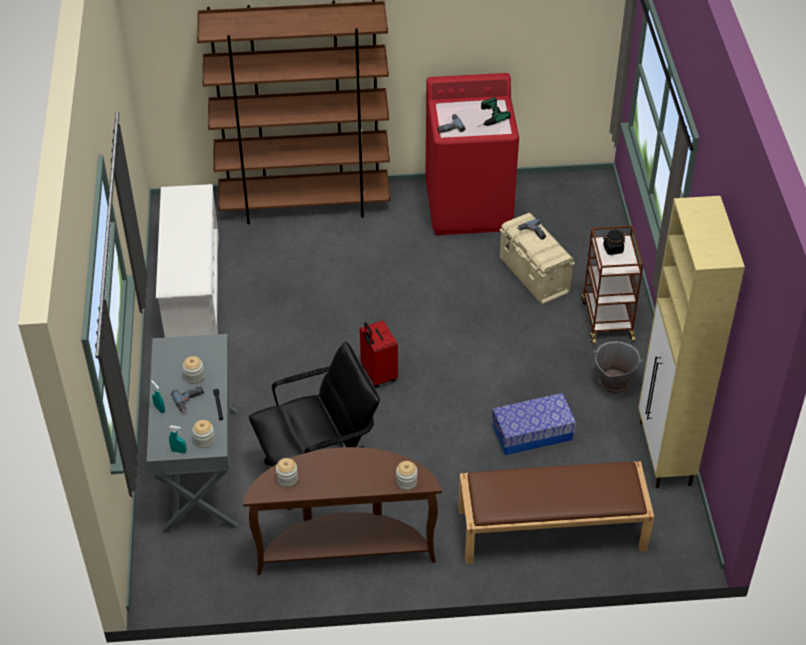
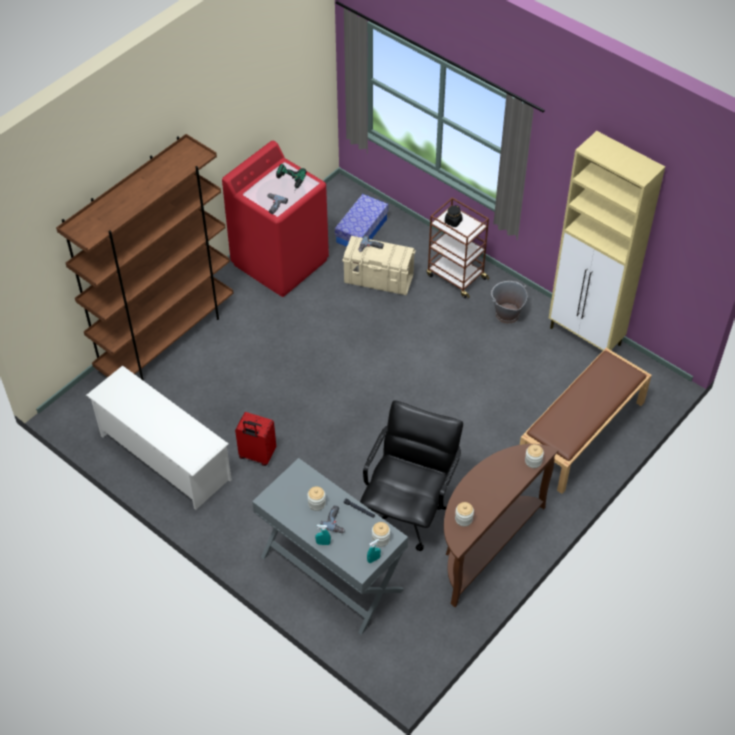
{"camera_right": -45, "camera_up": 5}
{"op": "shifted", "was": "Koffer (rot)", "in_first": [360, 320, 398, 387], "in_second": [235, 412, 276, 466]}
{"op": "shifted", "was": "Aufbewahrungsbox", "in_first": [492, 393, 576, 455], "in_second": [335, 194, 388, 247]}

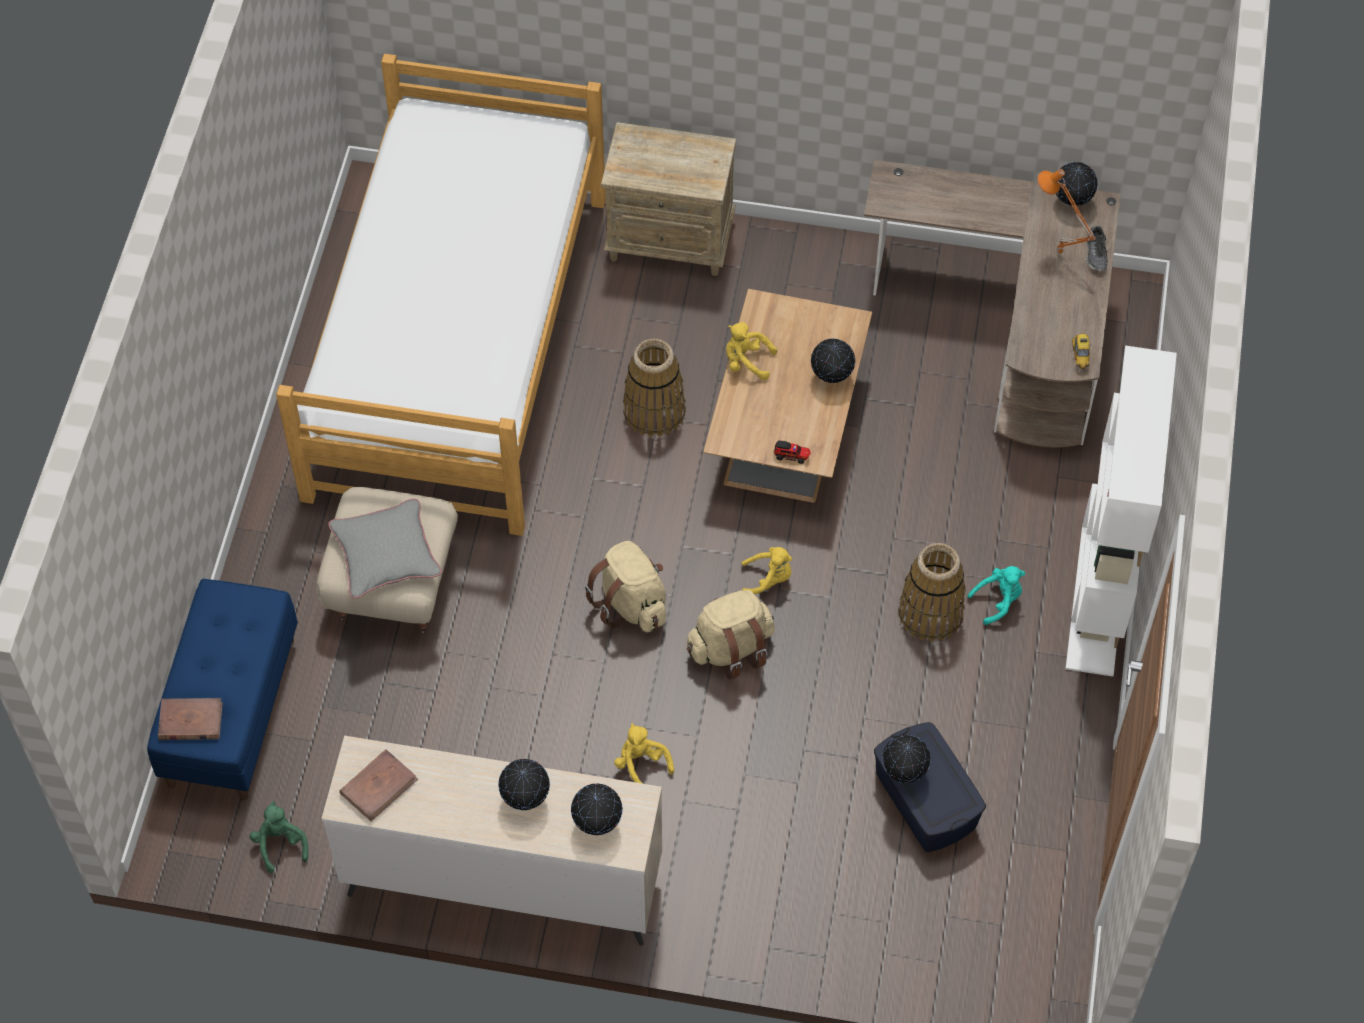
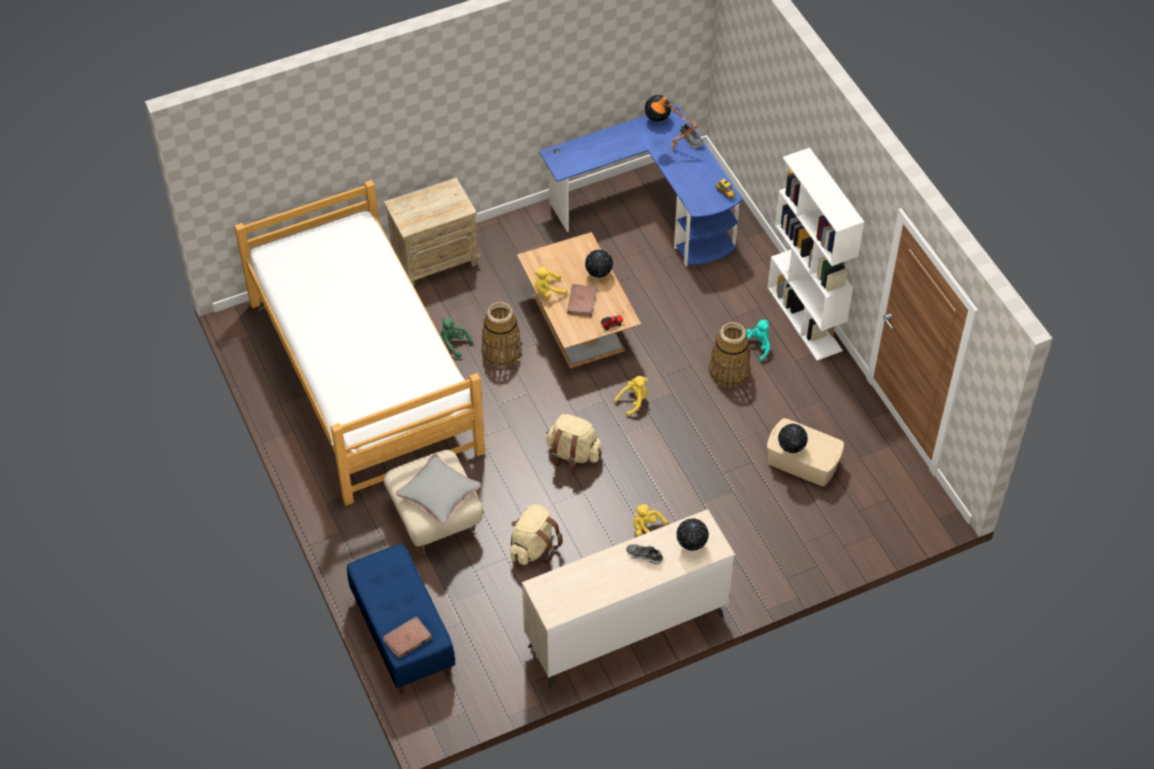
{"camera_right": -35, "camera_up": -5}
{"op": "repainted", "was": "Schreibtisch (braun)", "now": "Schreibtisch (blau)", "in_first": [864, 160, 1121, 447], "in_second": [539, 105, 743, 267]}
{"op": "shifted", "was": "Rucksack (beige)", "in_first": [687, 590, 775, 680], "in_second": [510, 504, 563, 565]}
{"op": "repainted", "was": "Aufbewahrungsbox (blau)", "now": "Aufbewahrungsbox (beige)", "in_first": [874, 722, 986, 852], "in_second": [767, 418, 844, 487]}
{"op": "shifted", "was": "Buch (braun)", "in_first": [339, 749, 418, 821], "in_second": [567, 284, 597, 317]}
{"op": "swapped", "was": "Globus", "now": "Schuh", "in_first": [498, 759, 550, 810], "in_second": [626, 544, 663, 564]}
{"op": "shifted", "was": "Plüschtier (grün)", "in_first": [250, 801, 309, 873], "in_second": [440, 318, 473, 358]}

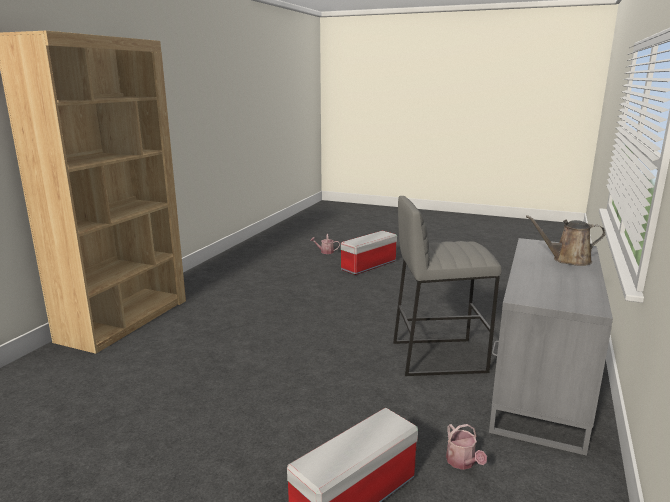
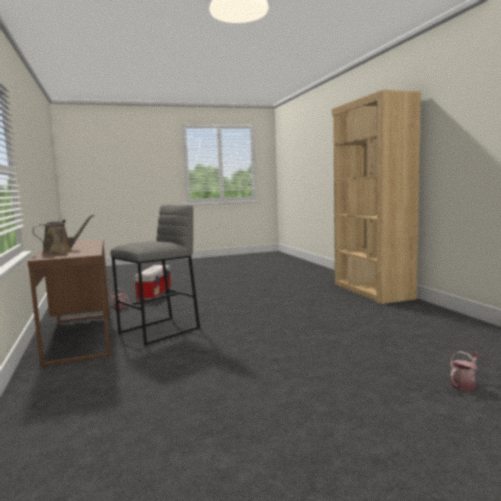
{"camera_right": 140, "camera_up": -10}
{"op": "gone", "was": "Aufbewahrungsbox", "in_first": [341, 230, 397, 275]}
{"op": "repainted", "was": "Schreibtisch (grau)", "now": "Schreibtisch (braun)", "in_first": [489, 238, 613, 456], "in_second": [27, 239, 111, 367]}

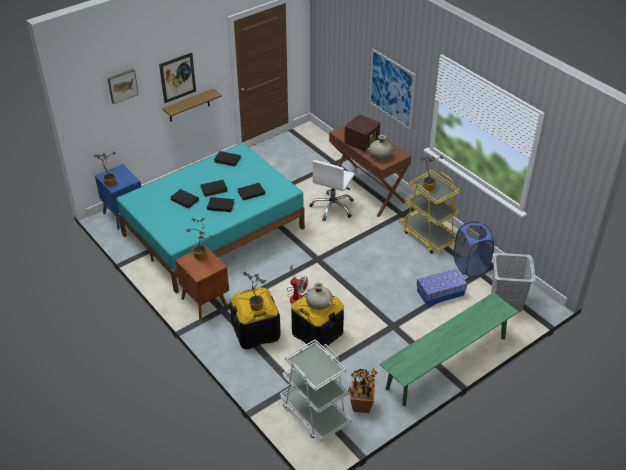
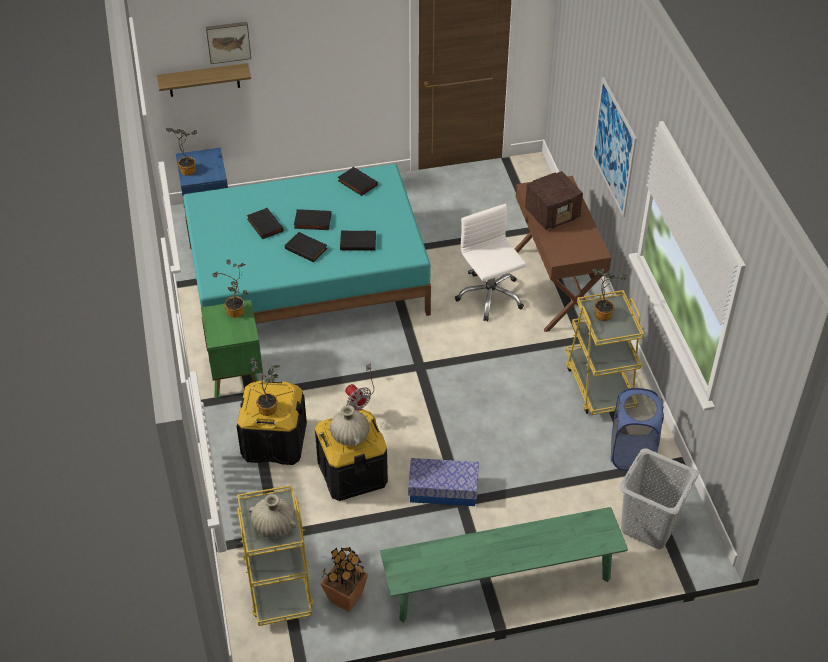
{"camera_right": 25, "camera_up": 5}
{"op": "gone", "was": "Bild", "in_first": [159, 52, 196, 103]}
{"op": "shifted", "was": "Wandregal", "in_first": [162, 88, 222, 121], "in_second": [157, 63, 251, 97]}
{"op": "shifted", "was": "Vase (beige)", "in_first": [367, 135, 395, 159], "in_second": [249, 494, 297, 538]}
{"op": "rotated", "was": "Bürostuhl (weiß)", "in_first": [309, 160, 355, 221], "in_second": [455, 204, 527, 321], "clockwise": 105}
{"op": "repainted", "was": "Nachttisch (braun)", "now": "Nachttisch (grün)", "in_first": [175, 246, 229, 319], "in_second": [201, 300, 263, 398]}
{"op": "shifted", "was": "Aufbewahrungsbox", "in_first": [417, 269, 467, 306], "in_second": [408, 458, 479, 506]}
{"op": "repainted", "was": "Rollwagen (weiß)", "now": "Rollwagen (gelb)", "in_first": [280, 339, 351, 441], "in_second": [236, 485, 314, 626]}

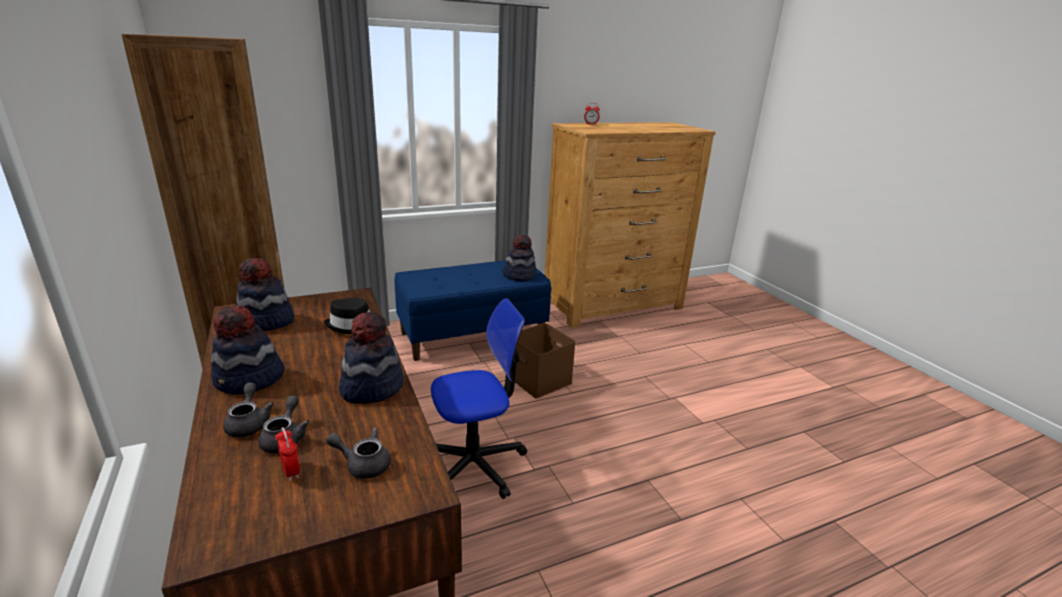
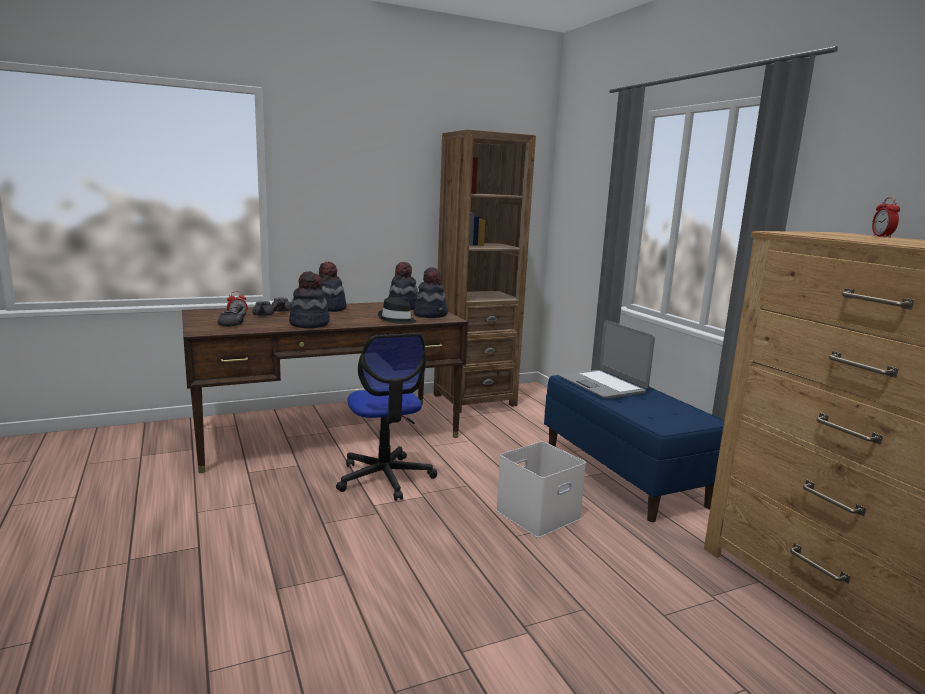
{"camera_right": 90, "camera_up": -10}
{"op": "shifted", "was": "Hut", "in_first": [502, 234, 537, 281], "in_second": [413, 267, 448, 318]}
{"op": "repainted", "was": "Aufbewahrungsbox (braun)", "now": "Aufbewahrungsbox (weiß)", "in_first": [515, 323, 576, 399], "in_second": [496, 441, 586, 538]}
{"op": "new", "now": "Laptop", "in_second": [559, 320, 655, 398]}

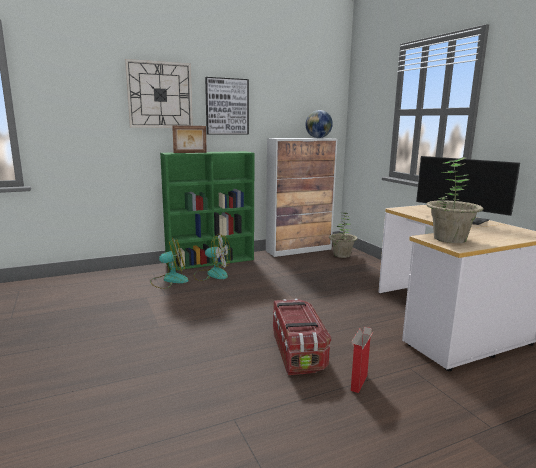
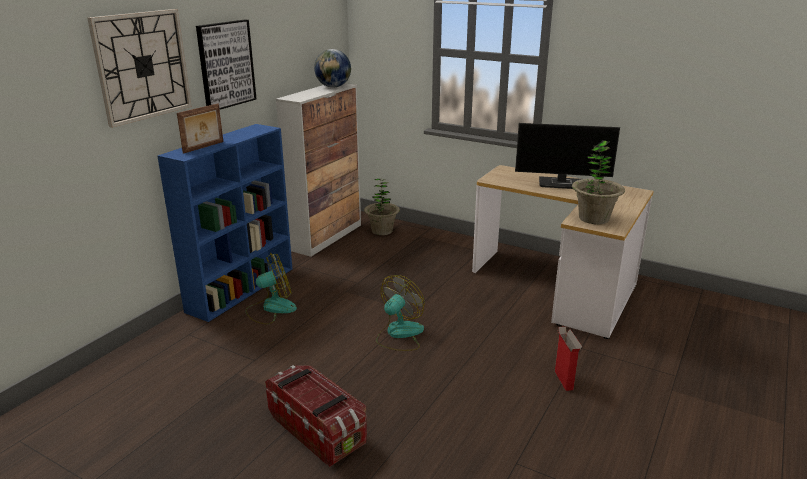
{"camera_right": -35, "camera_up": 10}
{"op": "repainted", "was": "Bücherregal (grün)", "now": "Bücherregal (blau)", "in_first": [160, 151, 255, 270], "in_second": [157, 124, 292, 322]}
{"op": "shifted", "was": "Ventilator", "in_first": [150, 238, 188, 289], "in_second": [376, 275, 425, 351]}
{"op": "shifted", "was": "Aufbewahrungsbox", "in_first": [273, 298, 331, 375], "in_second": [265, 365, 367, 467]}

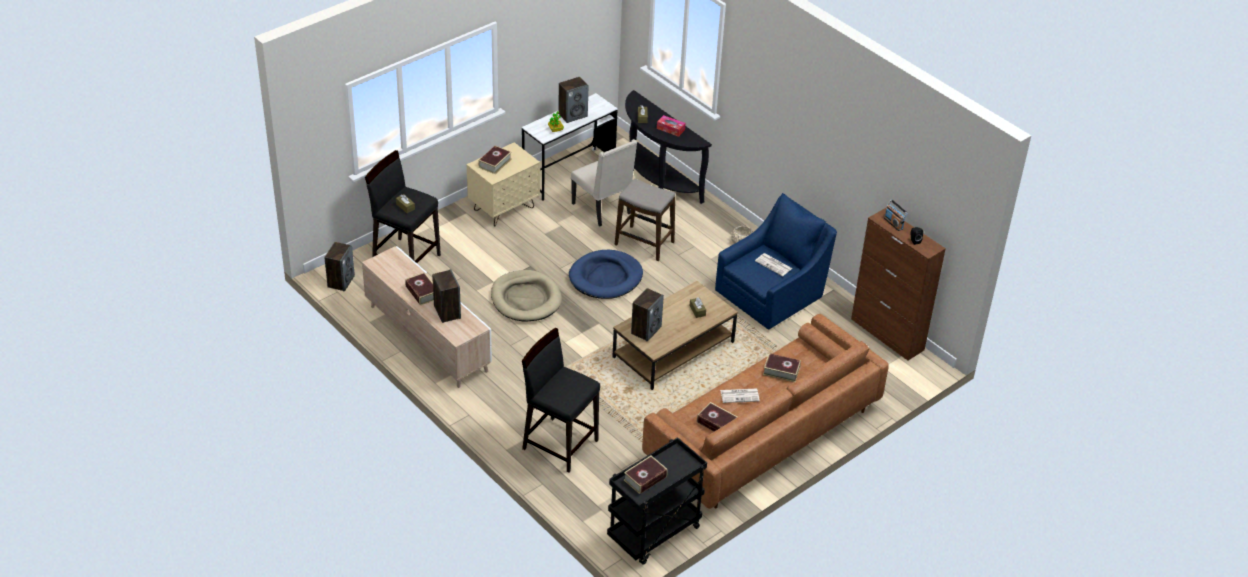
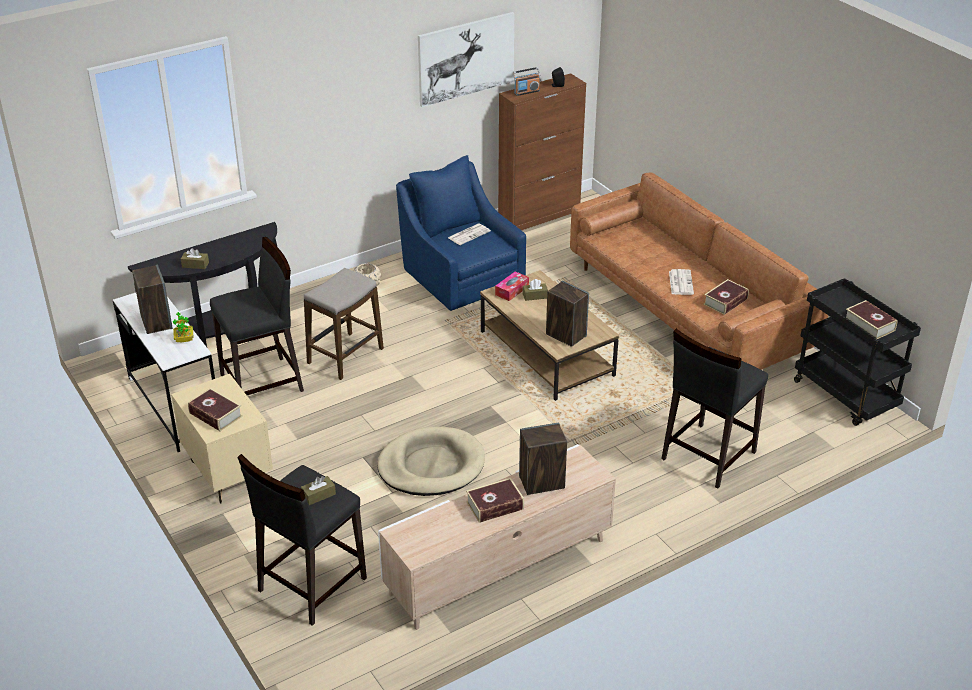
{"camera_right": -80, "camera_up": -5}
{"op": "shifted", "was": "Taschentuchbox", "in_first": [657, 115, 686, 137], "in_second": [495, 271, 529, 301]}
{"op": "swapped", "was": "Stuhl (beige)", "now": "Hocker (schwarz)", "in_first": [571, 139, 637, 227], "in_second": [210, 237, 304, 395]}
{"op": "gone", "was": "Lautsprecher", "in_first": [324, 242, 355, 292]}
{"op": "gone", "was": "Hundebett (blau)", "in_first": [569, 250, 643, 299]}
{"op": "gone", "was": "Buch", "in_first": [763, 353, 801, 382]}
{"op": "new", "now": "Bild", "in_second": [418, 12, 514, 107]}

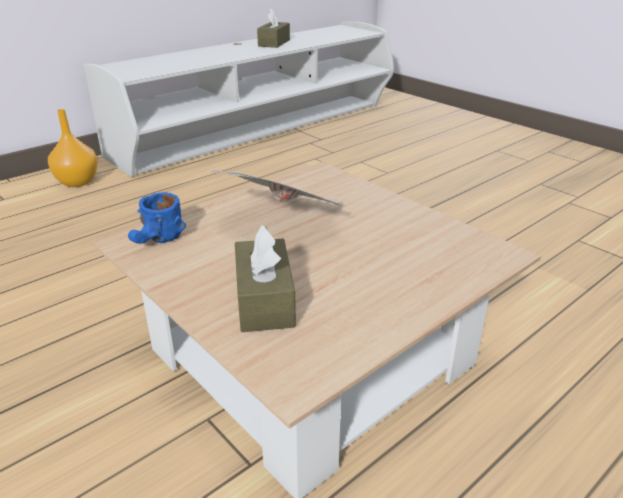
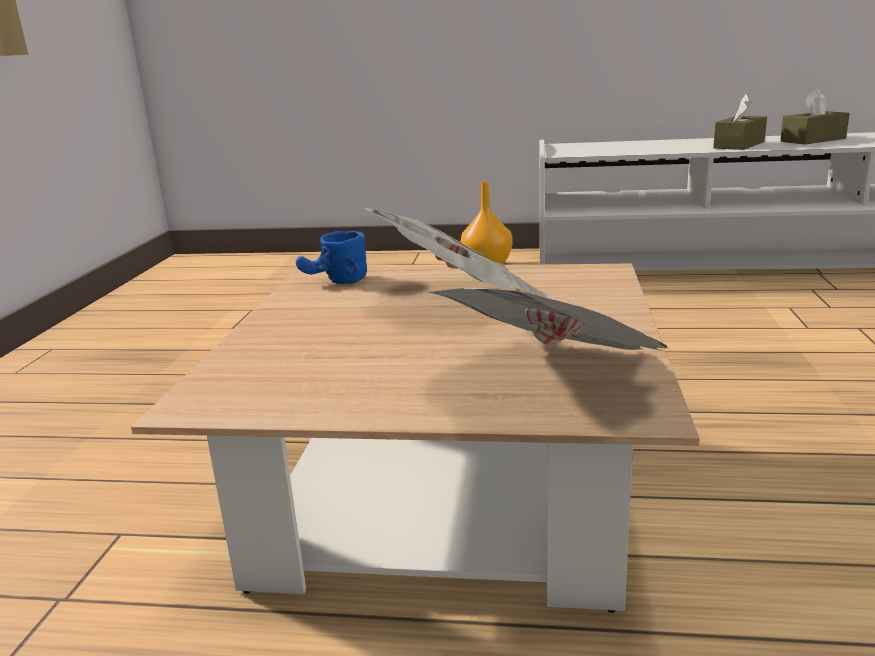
{"camera_right": 50, "camera_up": -10}
{"op": "shifted", "was": "Taschentuchbox (braun)", "in_first": [235, 225, 296, 332], "in_second": [713, 94, 767, 150]}
{"op": "new", "now": "Zeitung", "in_second": [427, 288, 668, 351]}

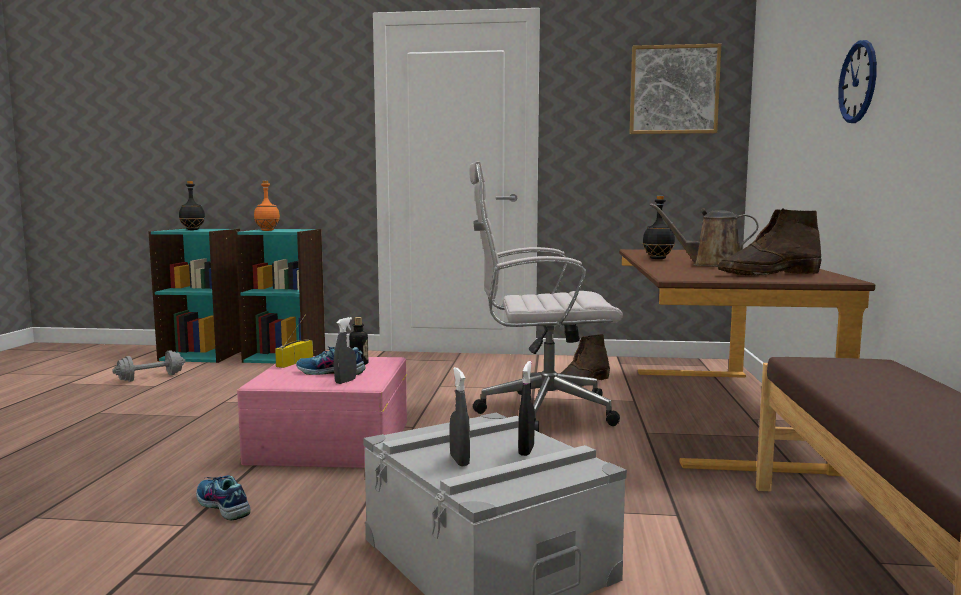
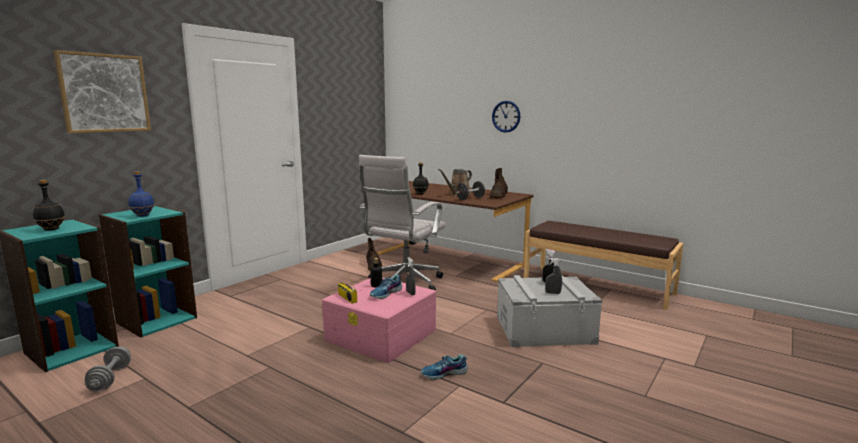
{"camera_right": -60, "camera_up": 5}
{"op": "shifted", "was": "Bild", "in_first": [630, 44, 721, 134], "in_second": [53, 50, 151, 133]}
{"op": "repainted", "was": "Flasche (orange)", "now": "Flasche (blau)", "in_first": [254, 181, 280, 231], "in_second": [129, 172, 154, 217]}
{"op": "new", "now": "Hantel (schwarz)", "in_second": [456, 181, 485, 200]}

